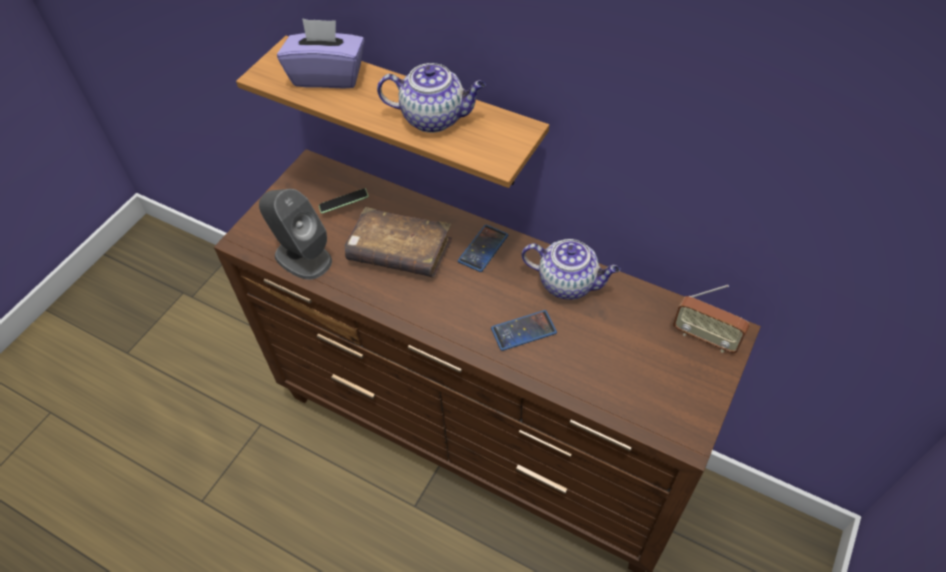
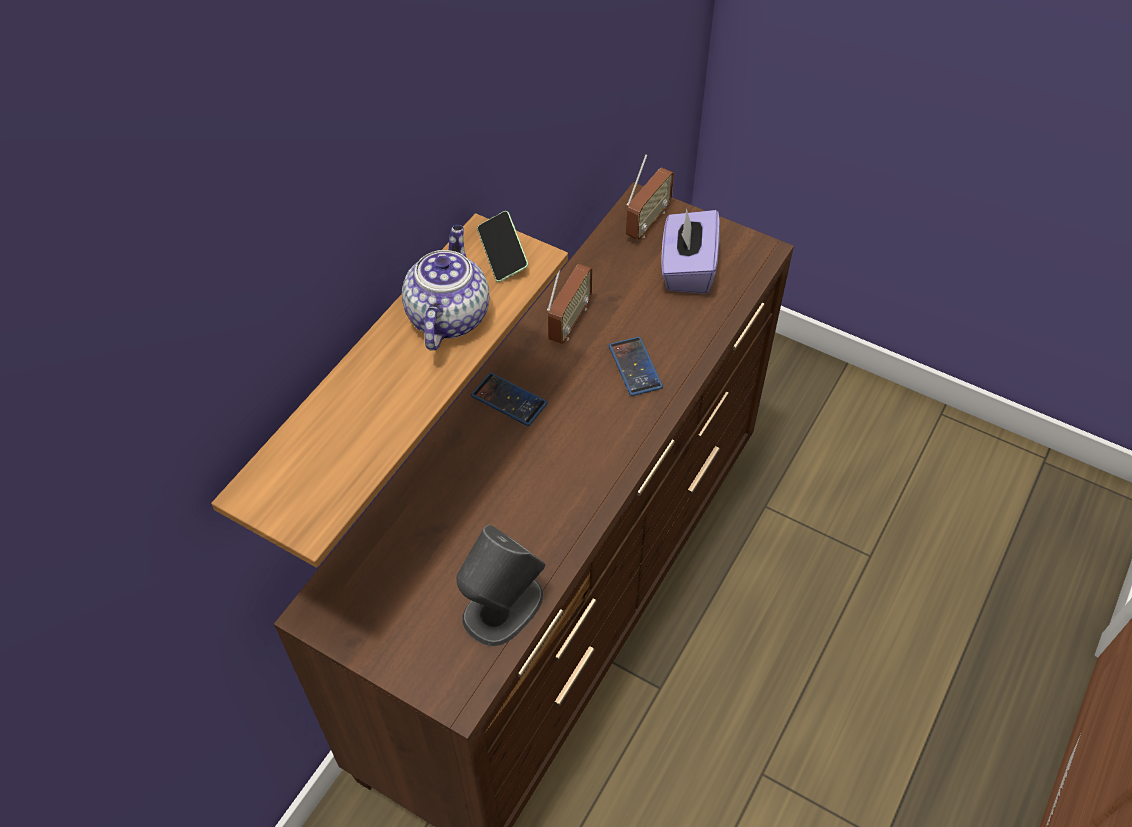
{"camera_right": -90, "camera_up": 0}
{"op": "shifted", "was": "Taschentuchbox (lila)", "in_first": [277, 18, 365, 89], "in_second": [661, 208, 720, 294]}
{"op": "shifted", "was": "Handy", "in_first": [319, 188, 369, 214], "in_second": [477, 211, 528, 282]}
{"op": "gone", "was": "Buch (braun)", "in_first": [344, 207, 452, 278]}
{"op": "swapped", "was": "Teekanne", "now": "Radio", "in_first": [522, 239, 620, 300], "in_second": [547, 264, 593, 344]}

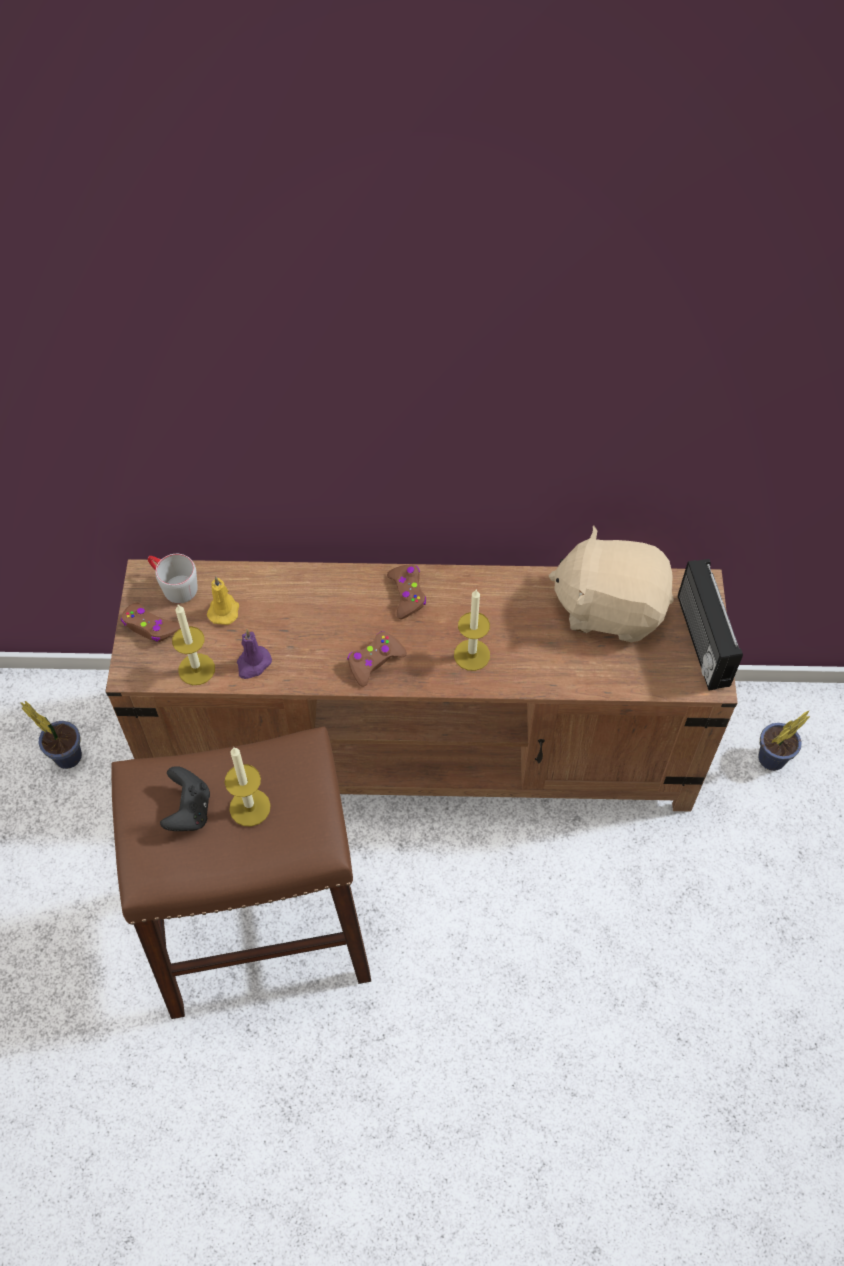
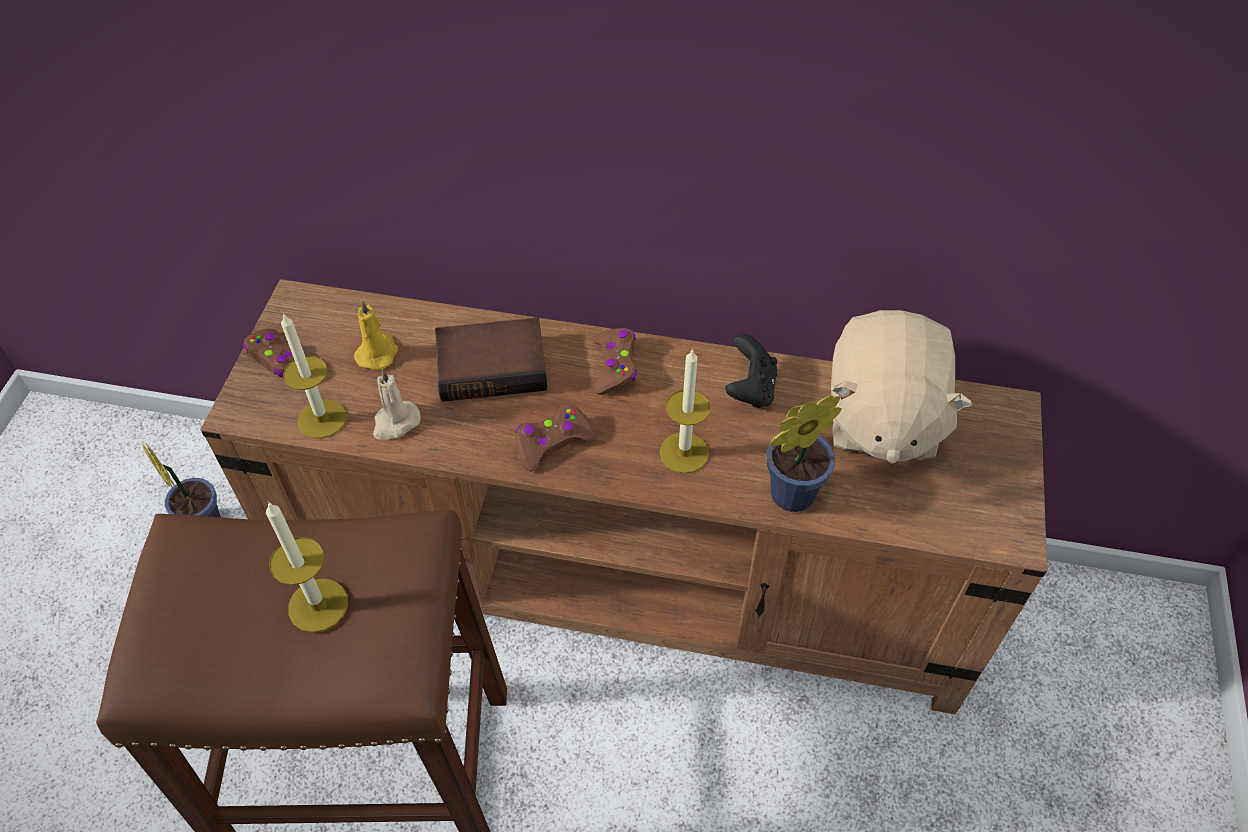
{"camera_right": 10, "camera_up": -5}
{"op": "rotated", "was": "Plüschtier (beige)", "in_first": [549, 526, 674, 642], "in_second": [831, 310, 973, 464], "clockwise": -105}
{"op": "gone", "was": "Henkelbecher (grau)", "in_first": [148, 554, 198, 603]}
{"op": "gone", "was": "Radio", "in_first": [678, 559, 743, 690]}
{"op": "repainted", "was": "Kerze (lila)", "now": "Kerze (beige)", "in_first": [237, 629, 272, 679], "in_second": [373, 368, 421, 440]}
{"op": "shifted", "was": "Topfpflanze", "in_first": [758, 710, 810, 771], "in_second": [767, 395, 842, 512]}
{"op": "shifted", "was": "Gamepad (schwarz)", "in_first": [160, 766, 210, 831], "in_second": [725, 334, 777, 409]}
{"op": "new", "now": "Buch", "in_second": [435, 318, 547, 402]}

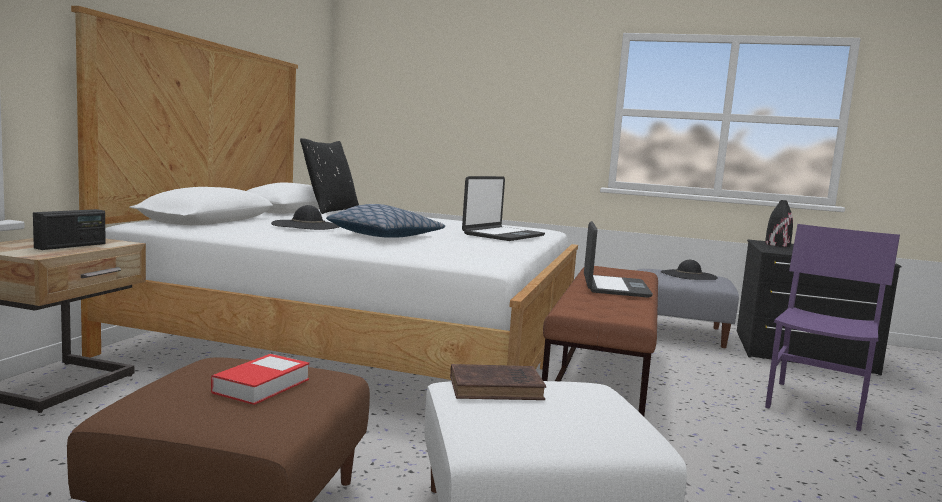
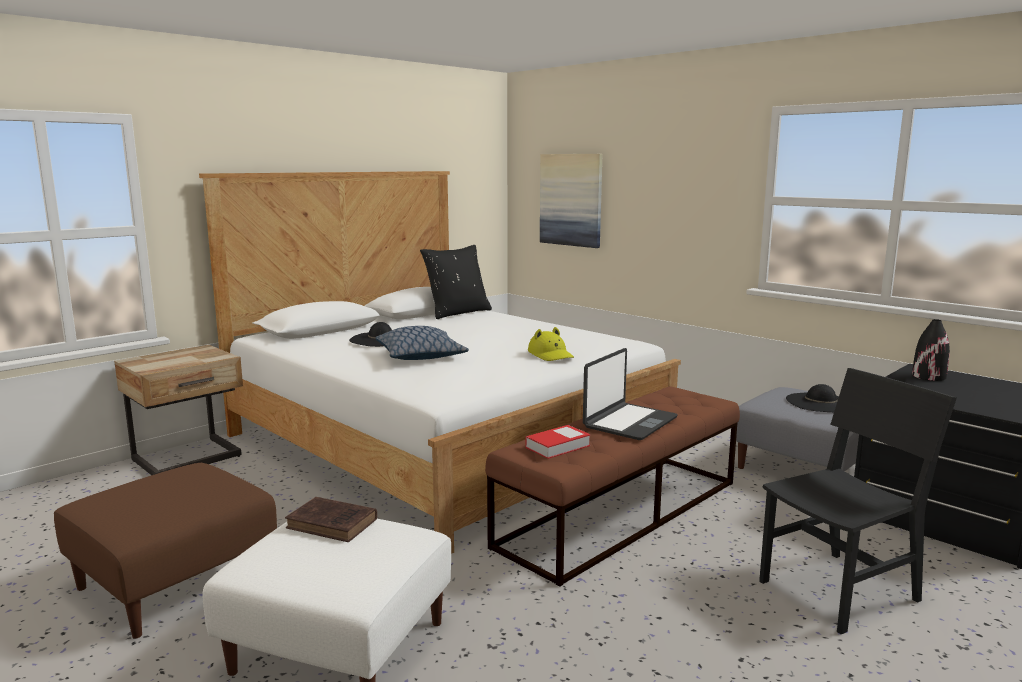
{"camera_right": 30, "camera_up": 5}
{"op": "swapped", "was": "Laptop", "now": "Hut (gelb)", "in_first": [462, 176, 545, 241], "in_second": [528, 327, 574, 361]}
{"op": "gone", "was": "Radio", "in_first": [33, 209, 106, 250]}
{"op": "repainted", "was": "Stuhl (lila)", "now": "Stuhl (schwarz)", "in_first": [765, 224, 900, 431], "in_second": [759, 368, 957, 634]}
{"op": "shifted", "was": "Buch", "in_first": [211, 354, 310, 405], "in_second": [525, 425, 591, 459]}
{"op": "new", "now": "Bild", "in_second": [540, 154, 602, 248]}

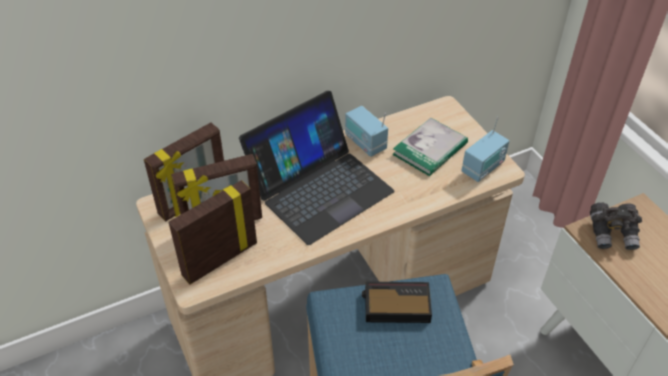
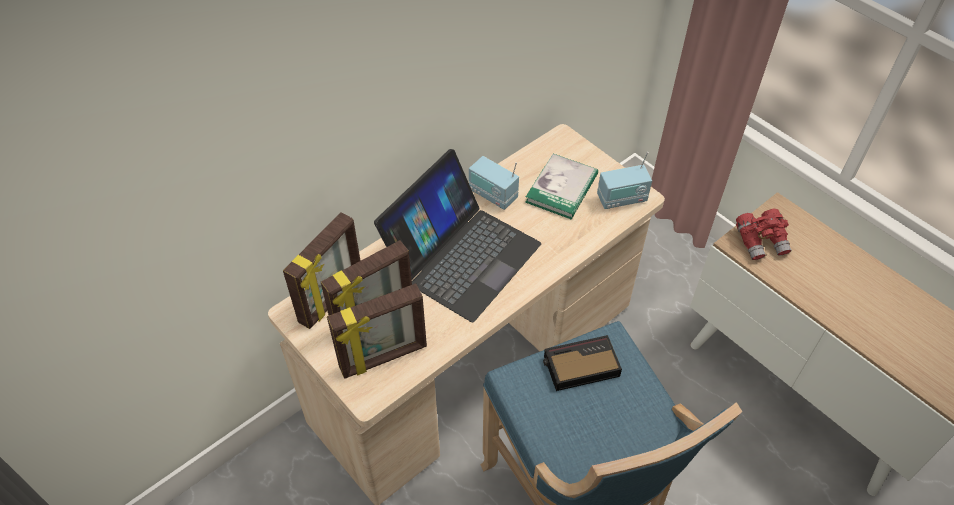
{"camera_right": -15, "camera_up": 5}
{"op": "rotated", "was": "Radio", "in_first": [461, 117, 509, 182], "in_second": [597, 152, 652, 209], "clockwise": 45}
{"op": "rotated", "was": "Bilderrahmen", "in_first": [169, 180, 257, 285], "in_second": [327, 283, 427, 379], "clockwise": -150}
{"op": "repainted", "was": "Fernglas (grau)", "now": "Fernglas (rot)", "in_first": [590, 202, 643, 250], "in_second": [736, 208, 791, 260]}

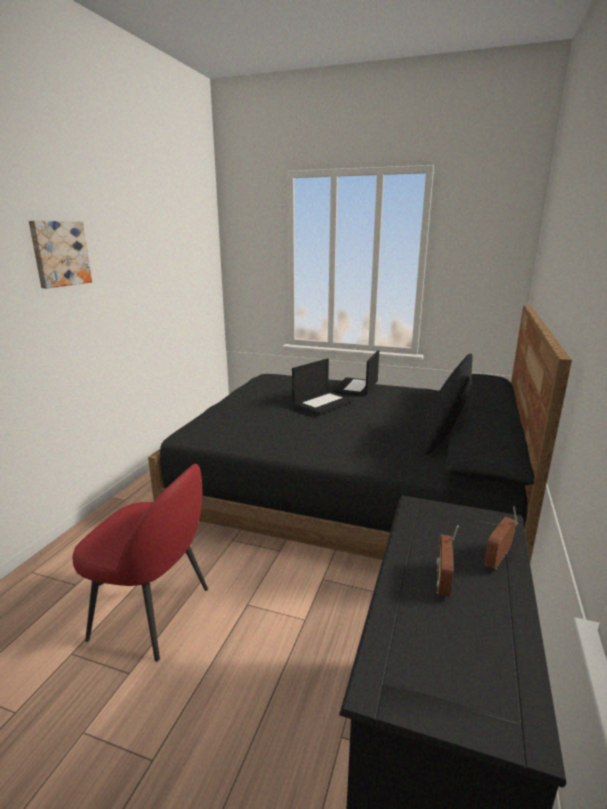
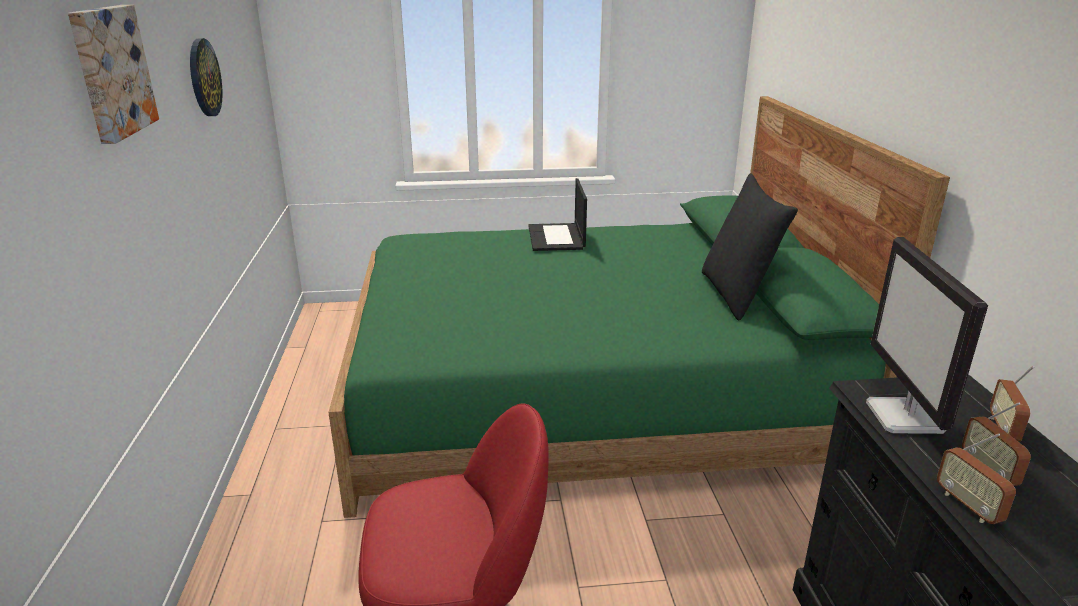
{"camera_right": -25, "camera_up": 5}
{"op": "repainted", "was": "Bett (schwarz)", "now": "Bett (grün)", "in_first": [148, 305, 572, 562], "in_second": [328, 96, 950, 518]}
{"op": "gone", "was": "Laptop", "in_first": [292, 359, 354, 414]}
{"op": "new", "now": "Wanduhr", "in_second": [190, 38, 222, 116]}
{"op": "new", "now": "Monitor", "in_second": [866, 237, 988, 434]}
{"op": "new", "now": "Radio", "in_second": [937, 433, 1016, 524]}

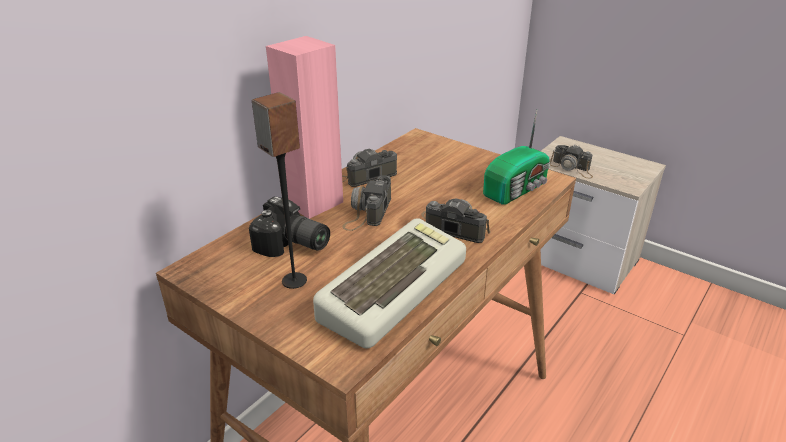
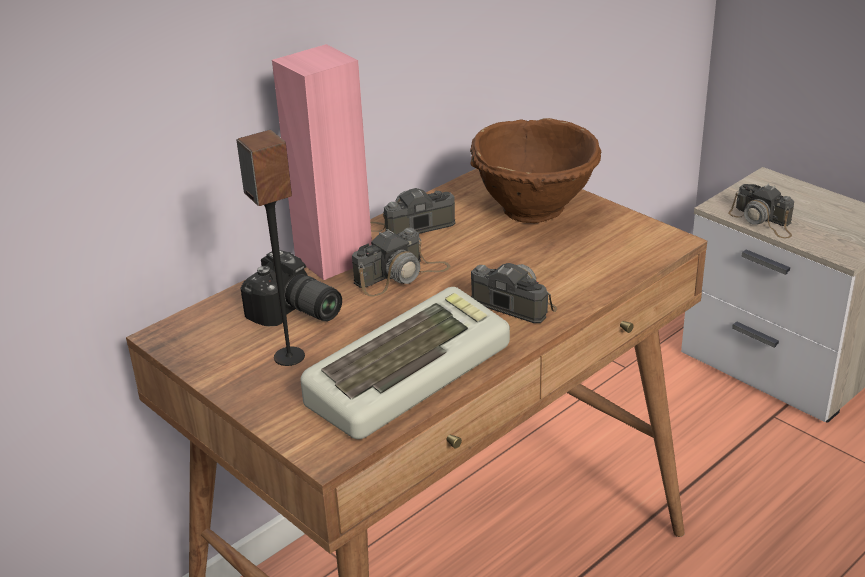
{"camera_right": 10, "camera_up": 0}
{"op": "gone", "was": "Radio", "in_first": [483, 110, 550, 204]}
{"op": "rotated", "was": "Kamera", "in_first": [343, 175, 391, 231], "in_second": [352, 228, 450, 297], "clockwise": -150}
{"op": "new", "now": "Schüssel (braun)", "in_second": [470, 118, 601, 223]}

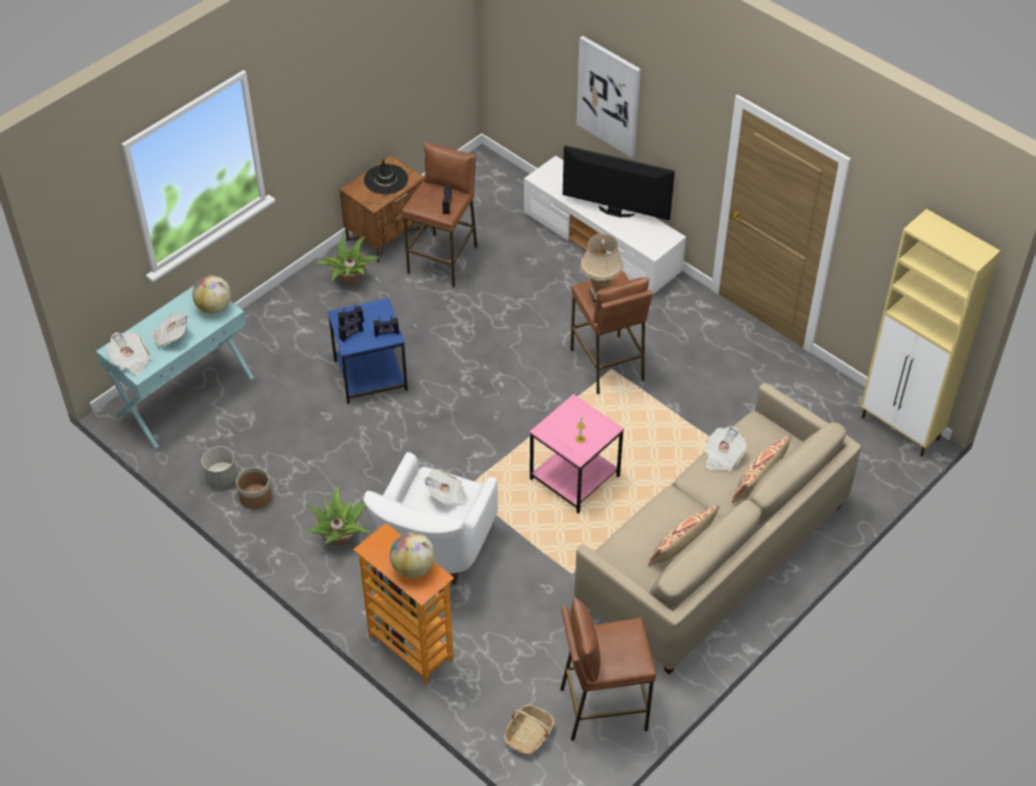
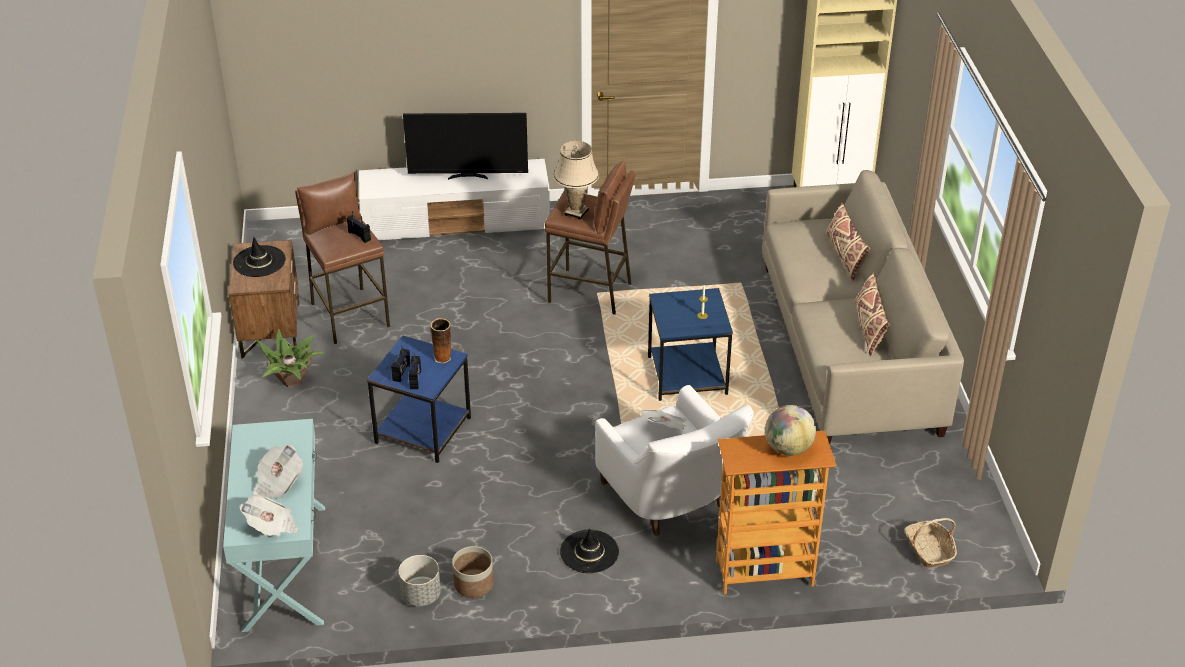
{"camera_right": -50, "camera_up": -10}
{"op": "gone", "was": "Bild", "in_first": [576, 36, 641, 158]}
{"op": "rotated", "was": "Fernseher", "in_first": [563, 145, 675, 221], "in_second": [403, 113, 528, 180], "clockwise": -150}
{"op": "gone", "was": "Globus", "in_first": [192, 275, 231, 314]}
{"op": "swapped", "was": "Radio", "now": "Vase", "in_first": [373, 315, 399, 337], "in_second": [430, 318, 451, 363]}
{"op": "repainted", "was": "Beistelltisch (rosa)", "now": "Beistelltisch (blau)", "in_first": [529, 394, 624, 514], "in_second": [648, 288, 733, 401]}
{"op": "gone", "was": "Zeitung", "in_first": [705, 426, 747, 472]}
{"op": "swapped", "was": "Topfpflanze", "now": "Hut (schwarz)", "in_first": [305, 486, 371, 547], "in_second": [560, 528, 619, 573]}
{"op": "gone", "was": "Hocker (braun)", "in_first": [560, 597, 656, 741]}

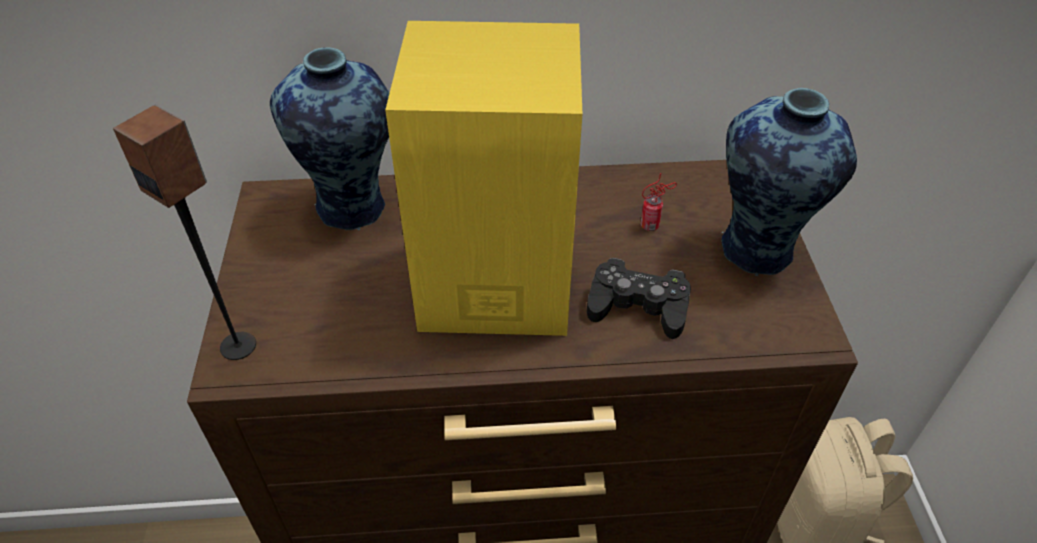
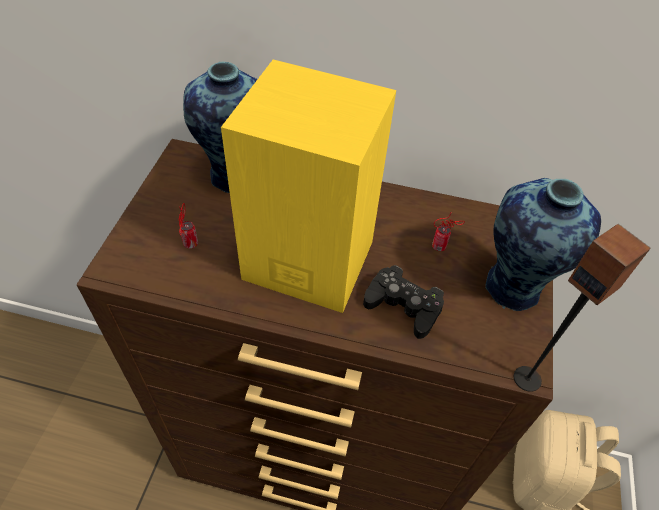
{"camera_right": 15, "camera_up": 5}
{"op": "shifted", "was": "Lautsprecher", "in_first": [113, 105, 256, 360], "in_second": [514, 224, 651, 392]}
{"op": "new", "now": "Dose", "in_second": [179, 203, 198, 249]}

